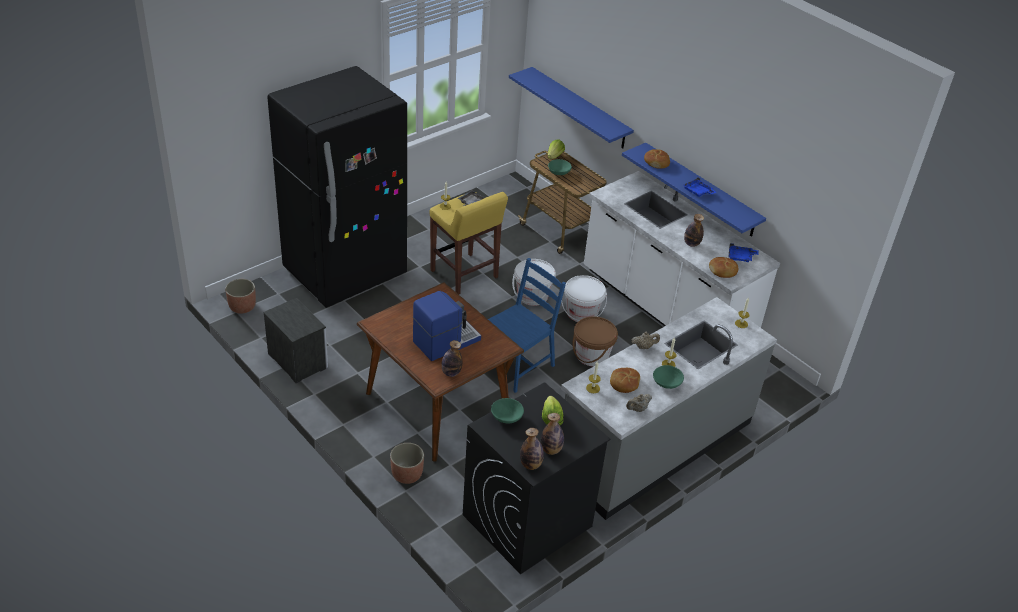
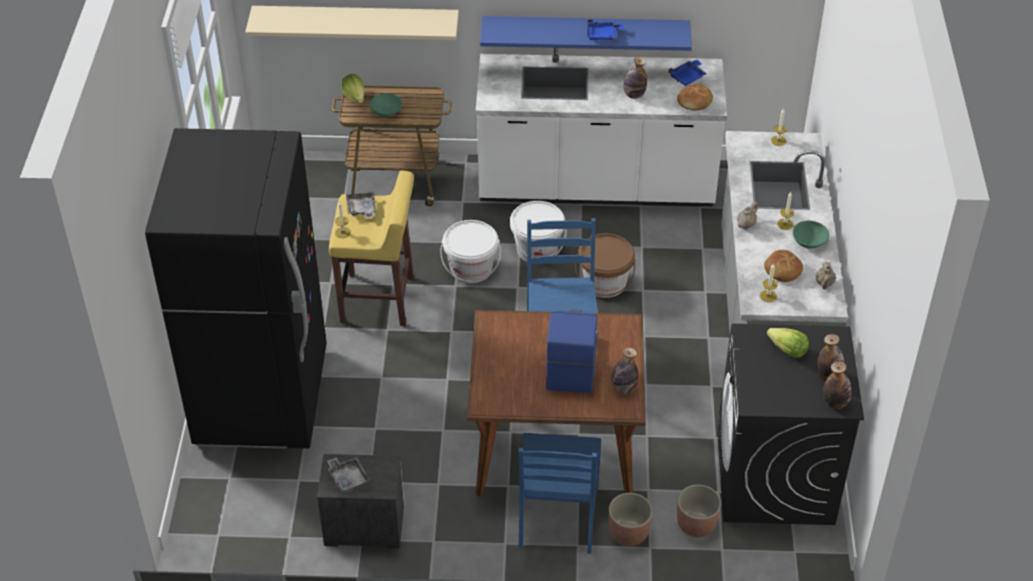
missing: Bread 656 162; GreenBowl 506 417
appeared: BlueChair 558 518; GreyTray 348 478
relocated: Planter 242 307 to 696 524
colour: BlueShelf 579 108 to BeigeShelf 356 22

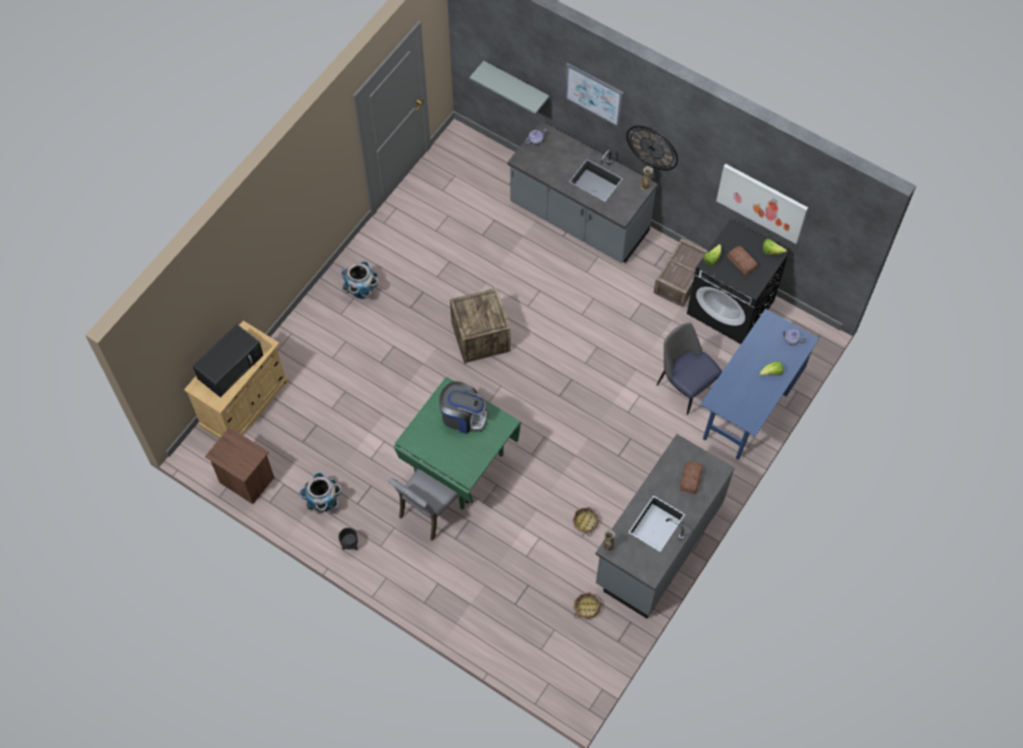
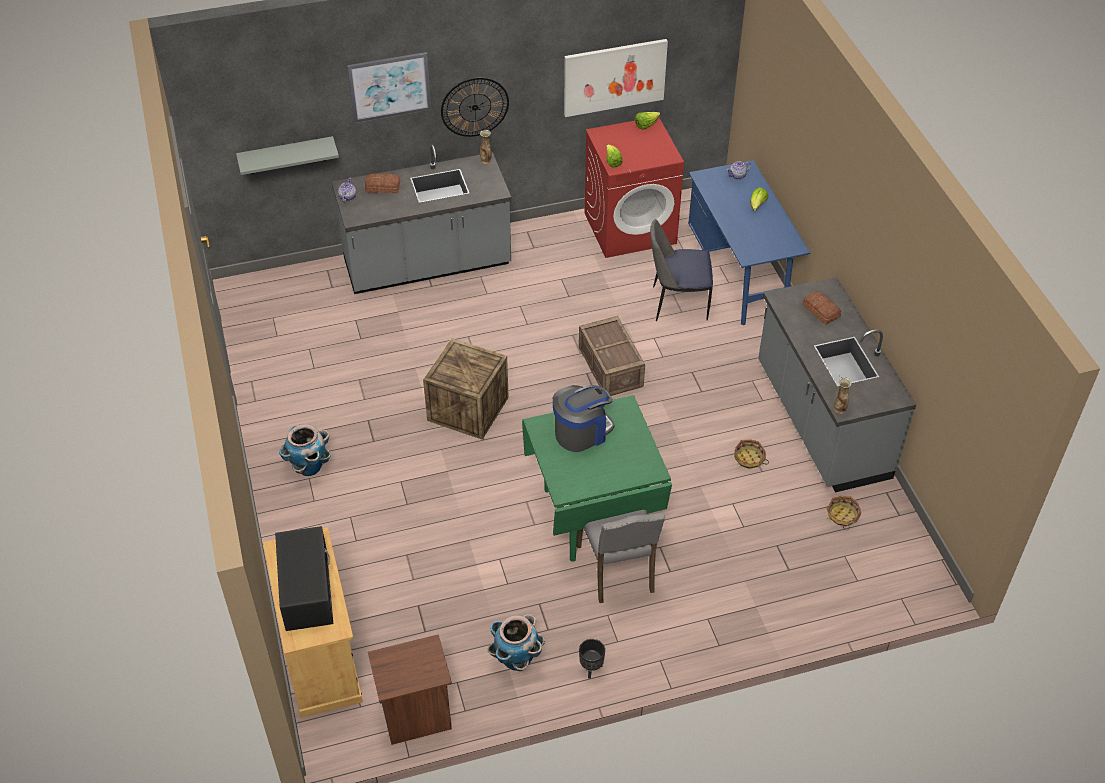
relocated: Crate 681 280 to 611 368; Bread 741 263 to 383 187
colour: BlackWashingMachine 731 307 to RedWashingMachine 630 228

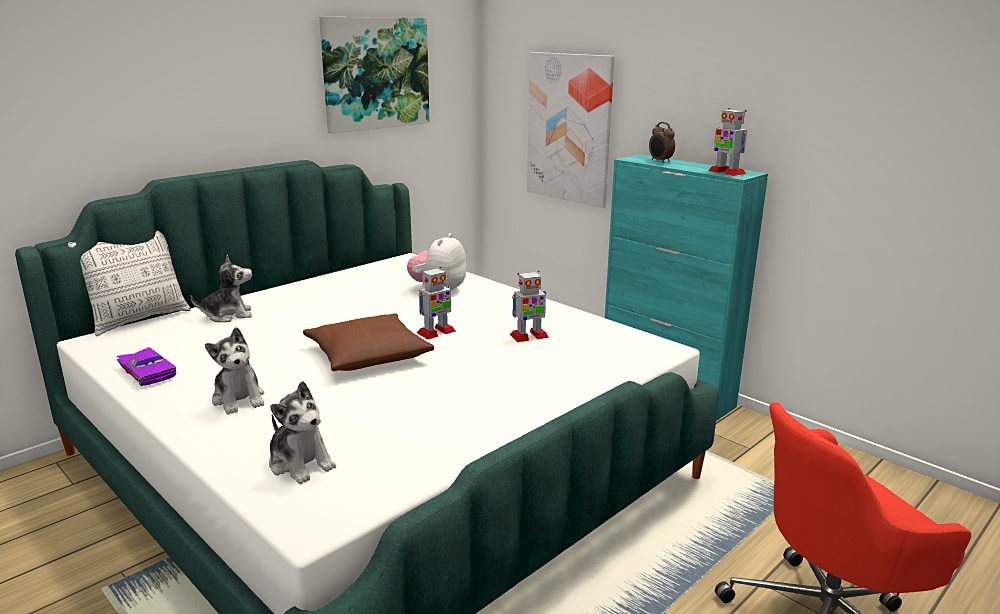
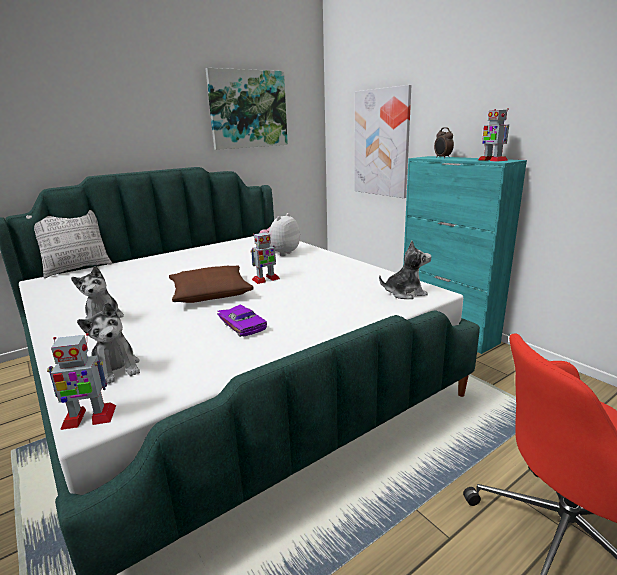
relocated: PlushToy 228 315 to 405 293; ToyRobot 528 336 to 88 417; PurpleToyCar 150 372 to 243 325

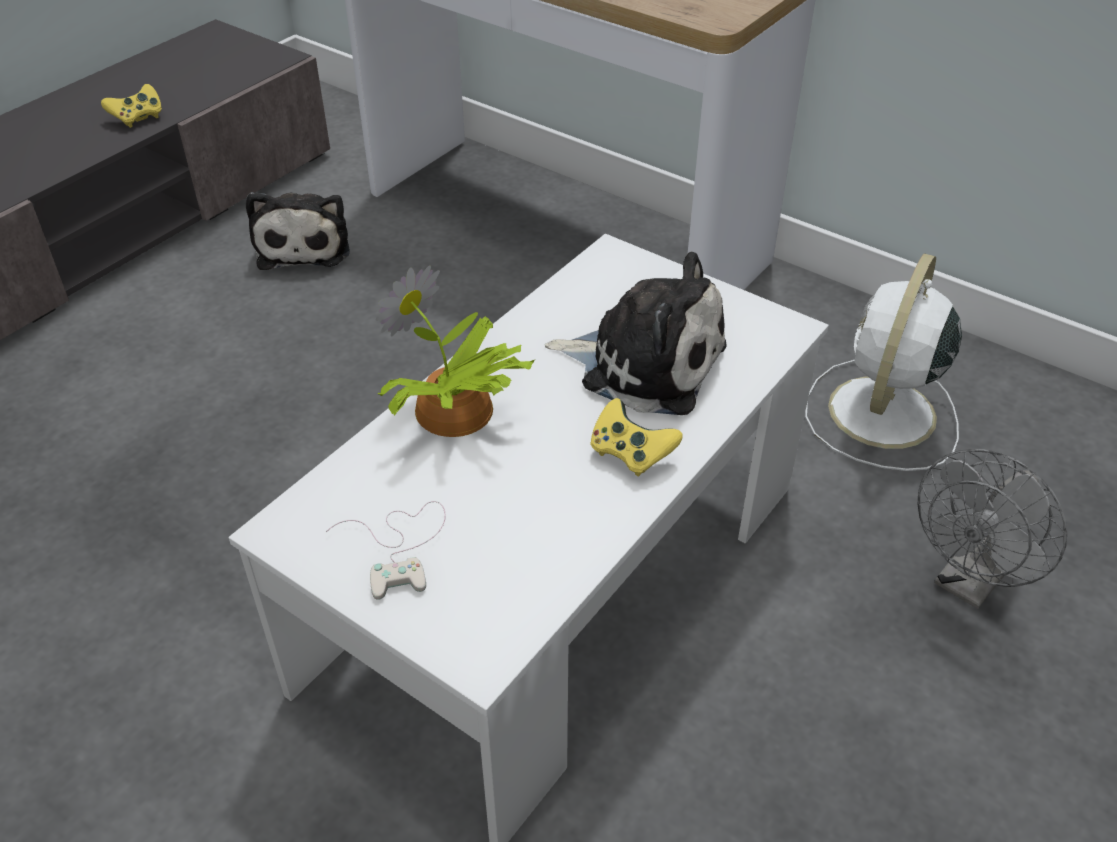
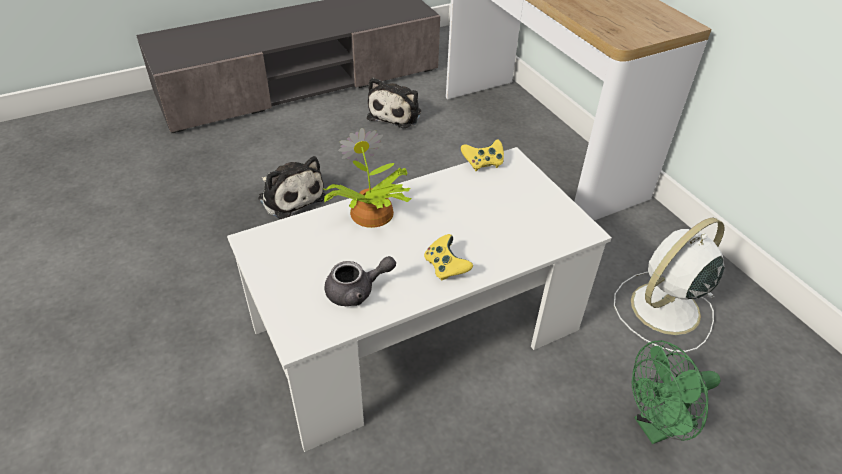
missing: WhiteGameController 400 547
appeared: GreyTeapot 357 291
relocated: YellowGameController 138 118 to 483 163; PlushToy 645 362 to 290 196
colour: GreyFan 968 583 to GreenFan 657 427

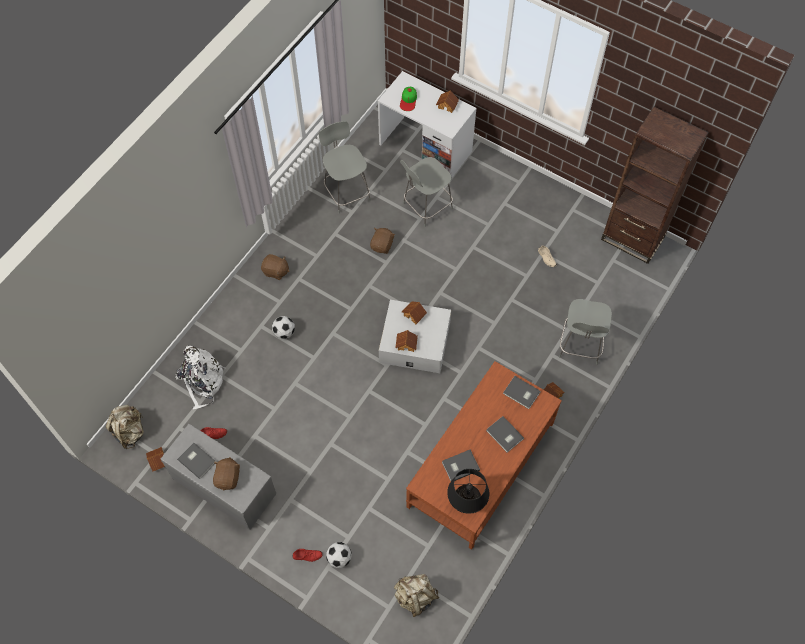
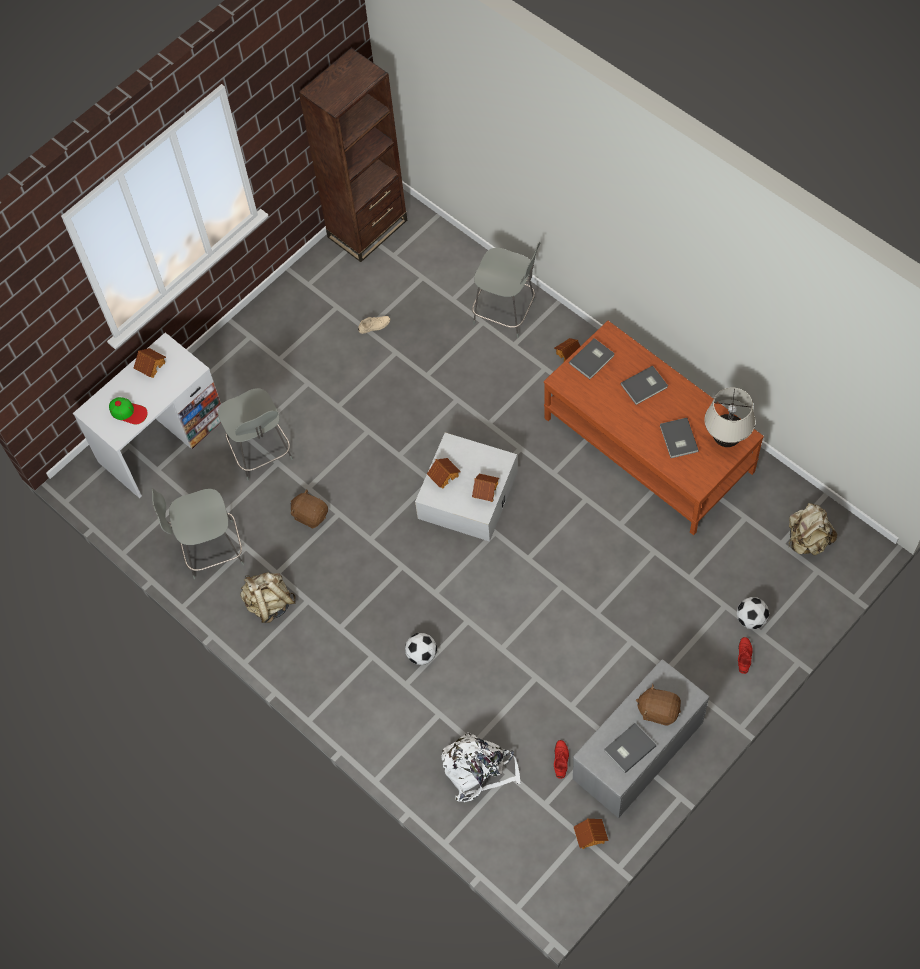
missing: BrownPlushToy 275 271
relocated: BeigeBackpack 130 431 to 269 603
colour: BlackTableLamp 466 502 to BeigeTableLamp 725 439

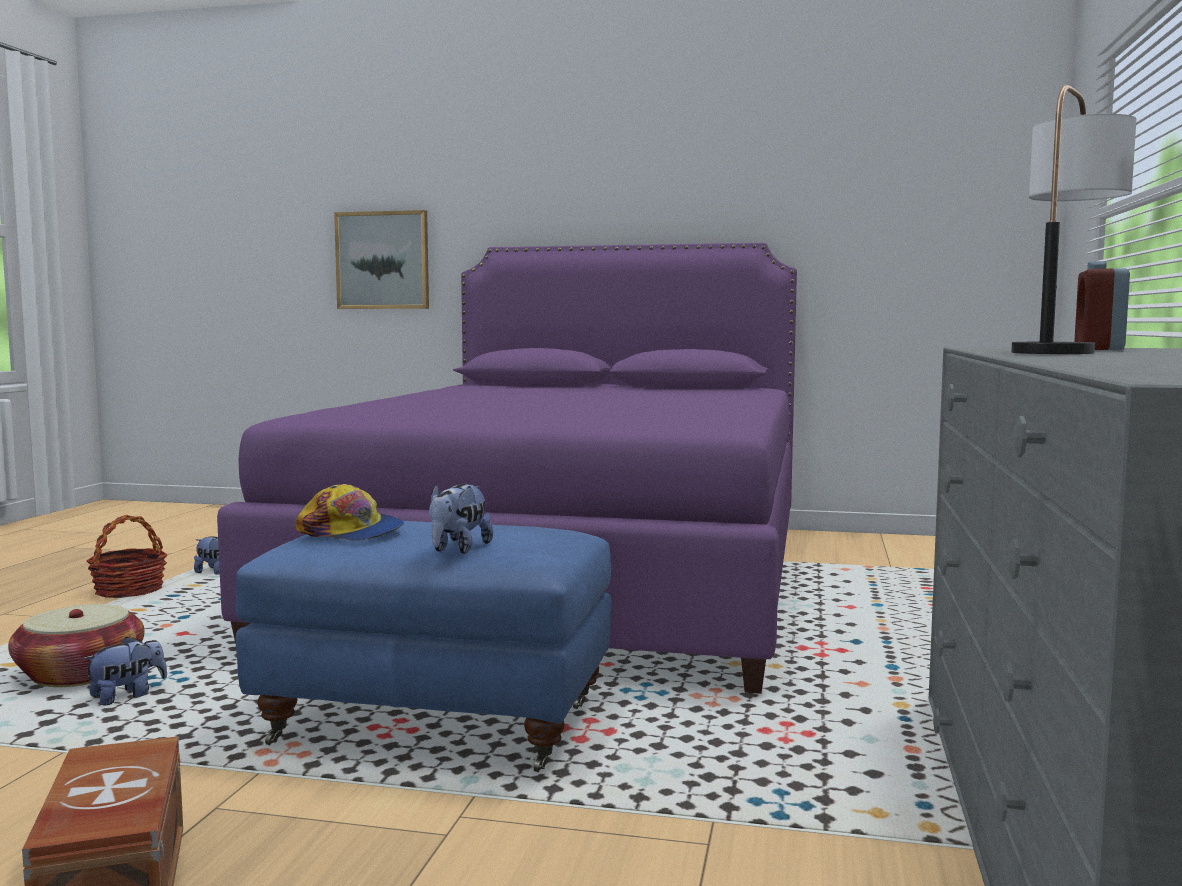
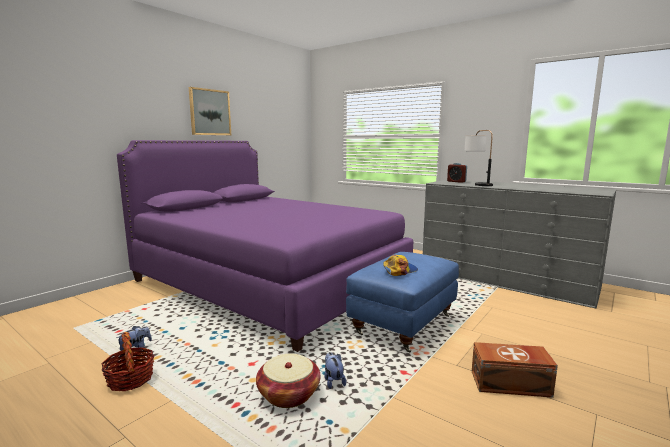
missing: PlushToy 458 549
relocated: Picture 383 260 to 210 112

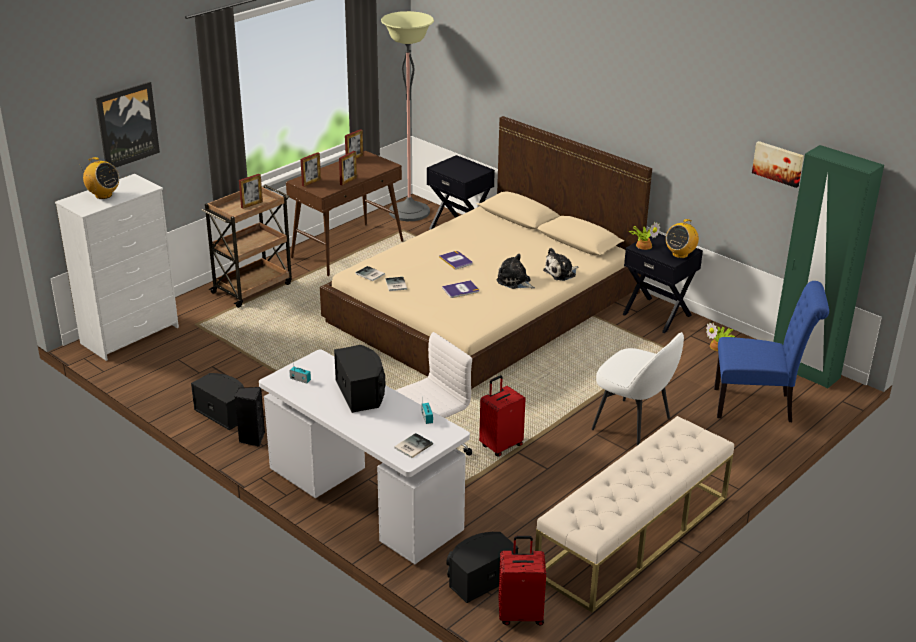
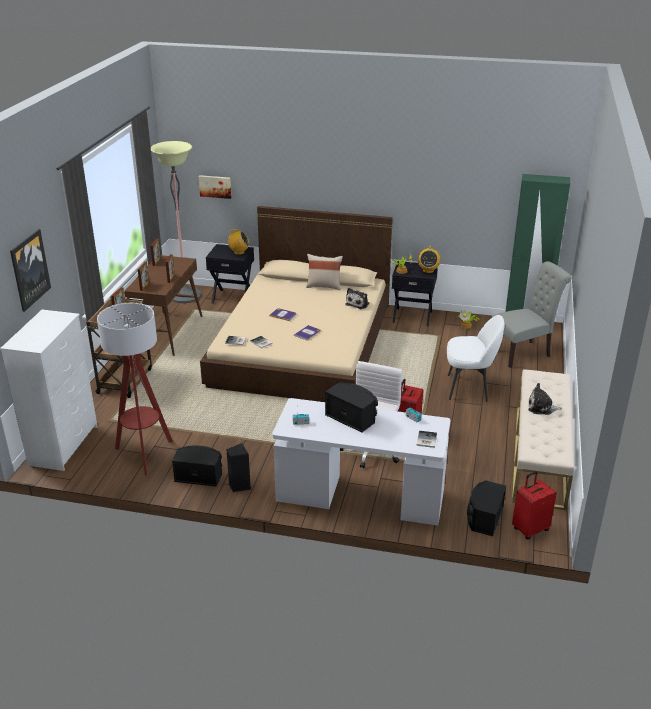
appeared: BeigePillow 324 286; FloorLamp 144 454
relocated: Picture 778 163 to 215 186; Radio 103 195 to 239 252; PlushToy 515 281 to 541 407
colour: BlueChair 758 406 to GreyChair 523 353

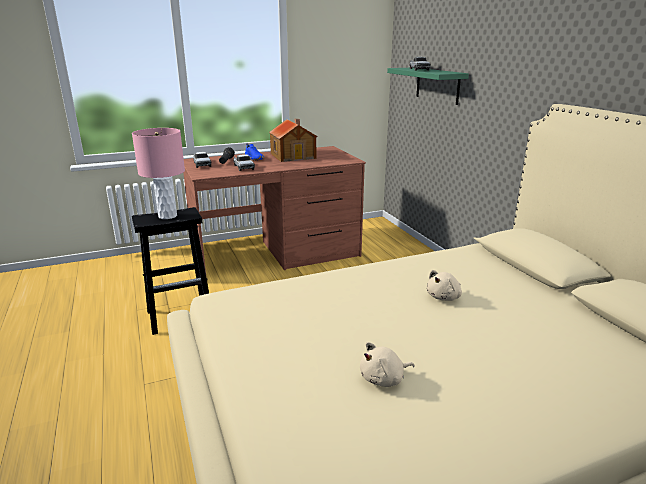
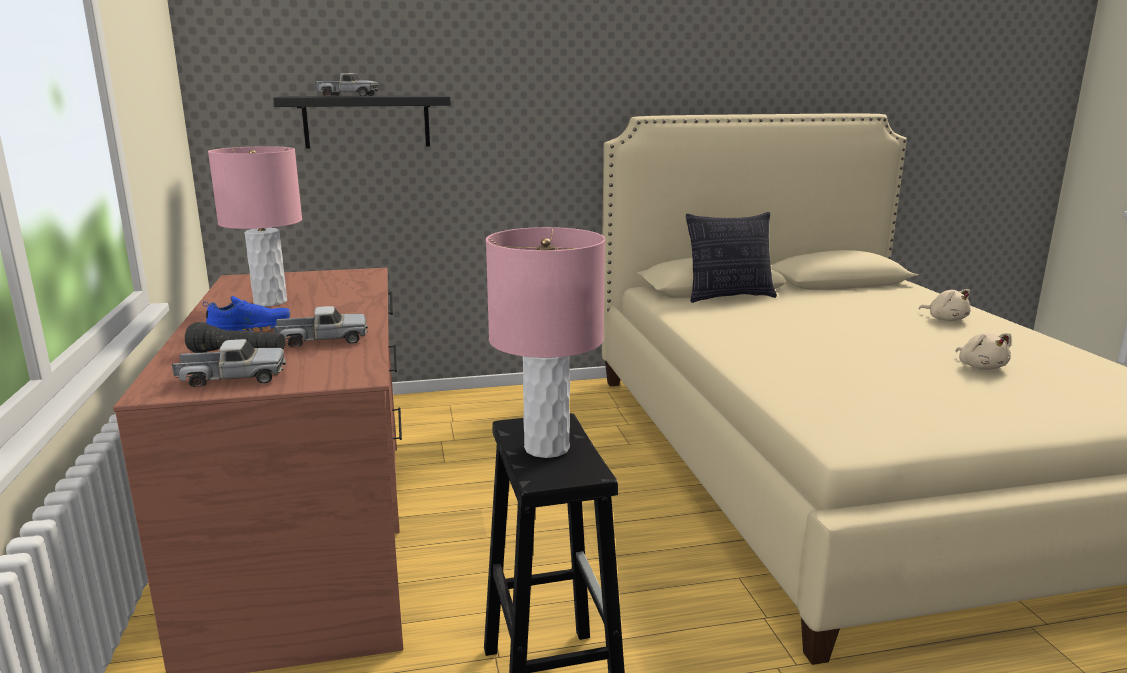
appeared: Pillow 729 297
relocated: BeigePlushToy 444 297 to 945 319
exchanged: ToyHouse 293 156 to PinkTableLamp 270 302
colour: GreenShelf 437 85 to BlackShelf 366 121

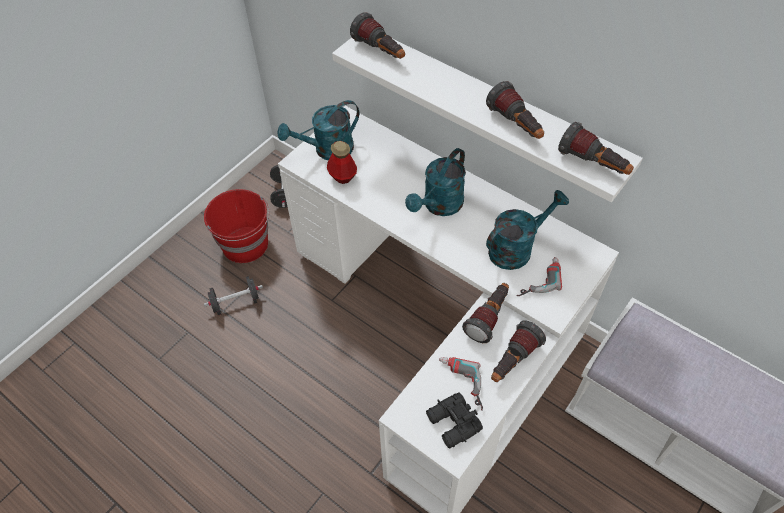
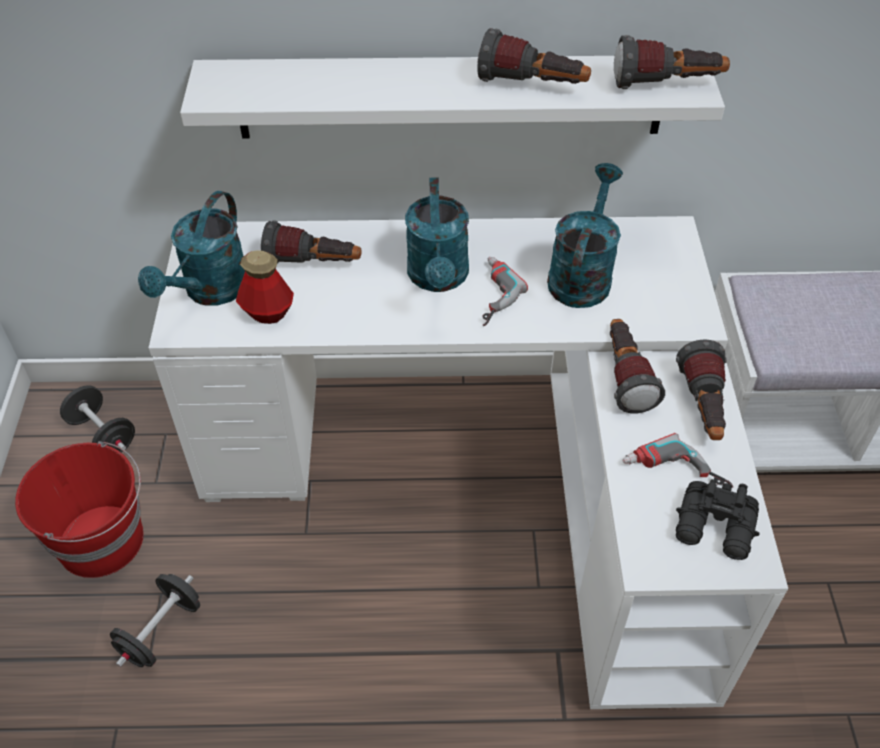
relocated: Flashlight 380 52 to 313 264; PowerDrill 537 278 to 488 294

